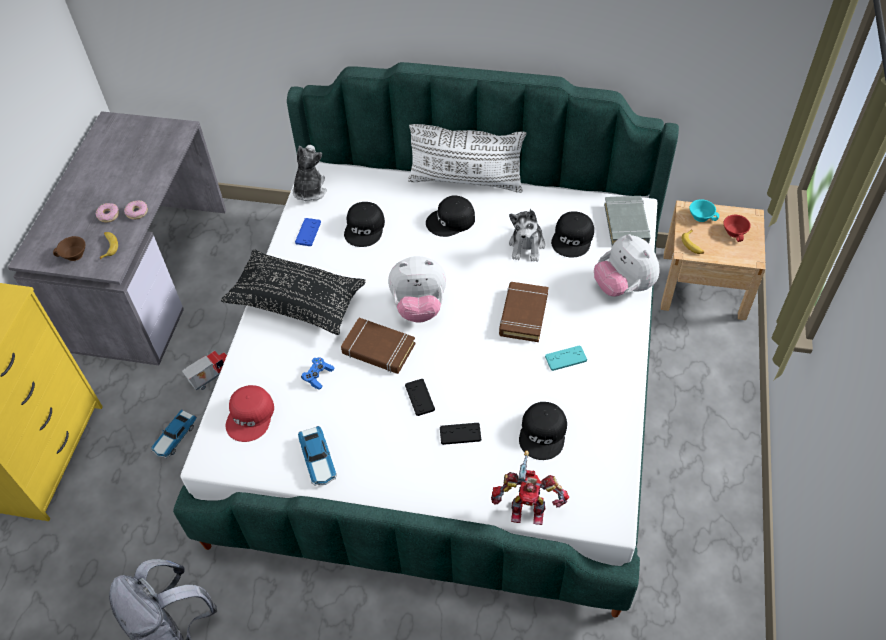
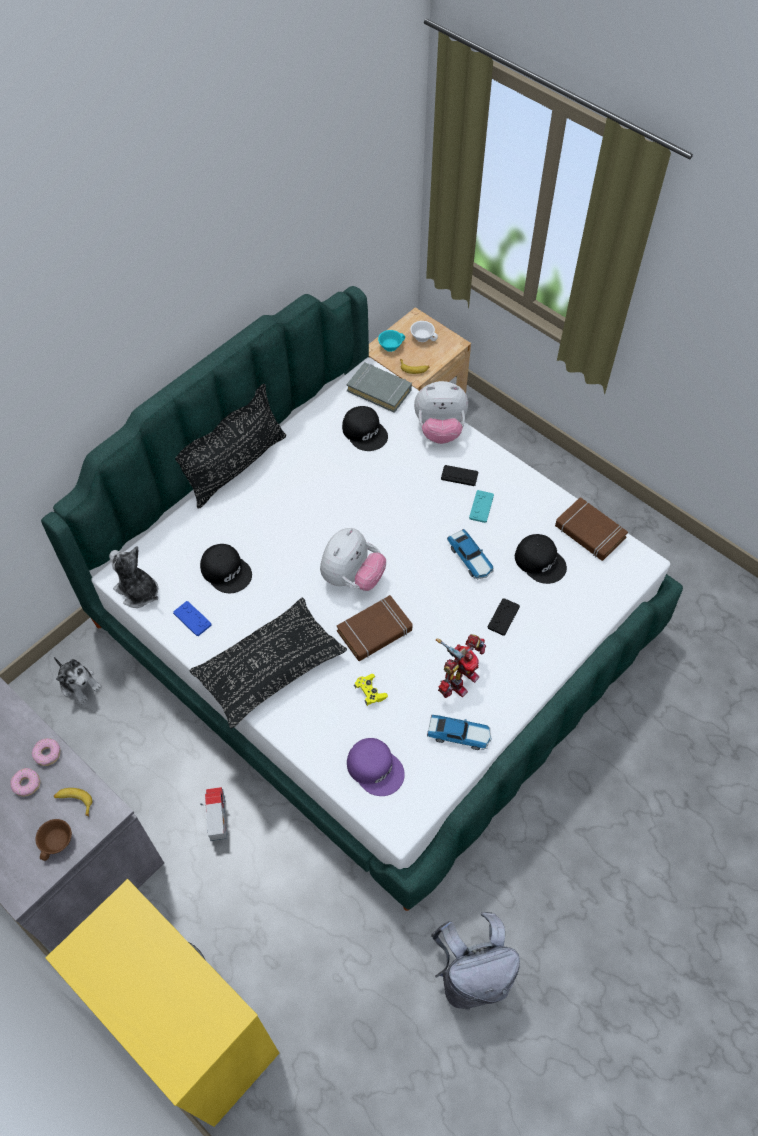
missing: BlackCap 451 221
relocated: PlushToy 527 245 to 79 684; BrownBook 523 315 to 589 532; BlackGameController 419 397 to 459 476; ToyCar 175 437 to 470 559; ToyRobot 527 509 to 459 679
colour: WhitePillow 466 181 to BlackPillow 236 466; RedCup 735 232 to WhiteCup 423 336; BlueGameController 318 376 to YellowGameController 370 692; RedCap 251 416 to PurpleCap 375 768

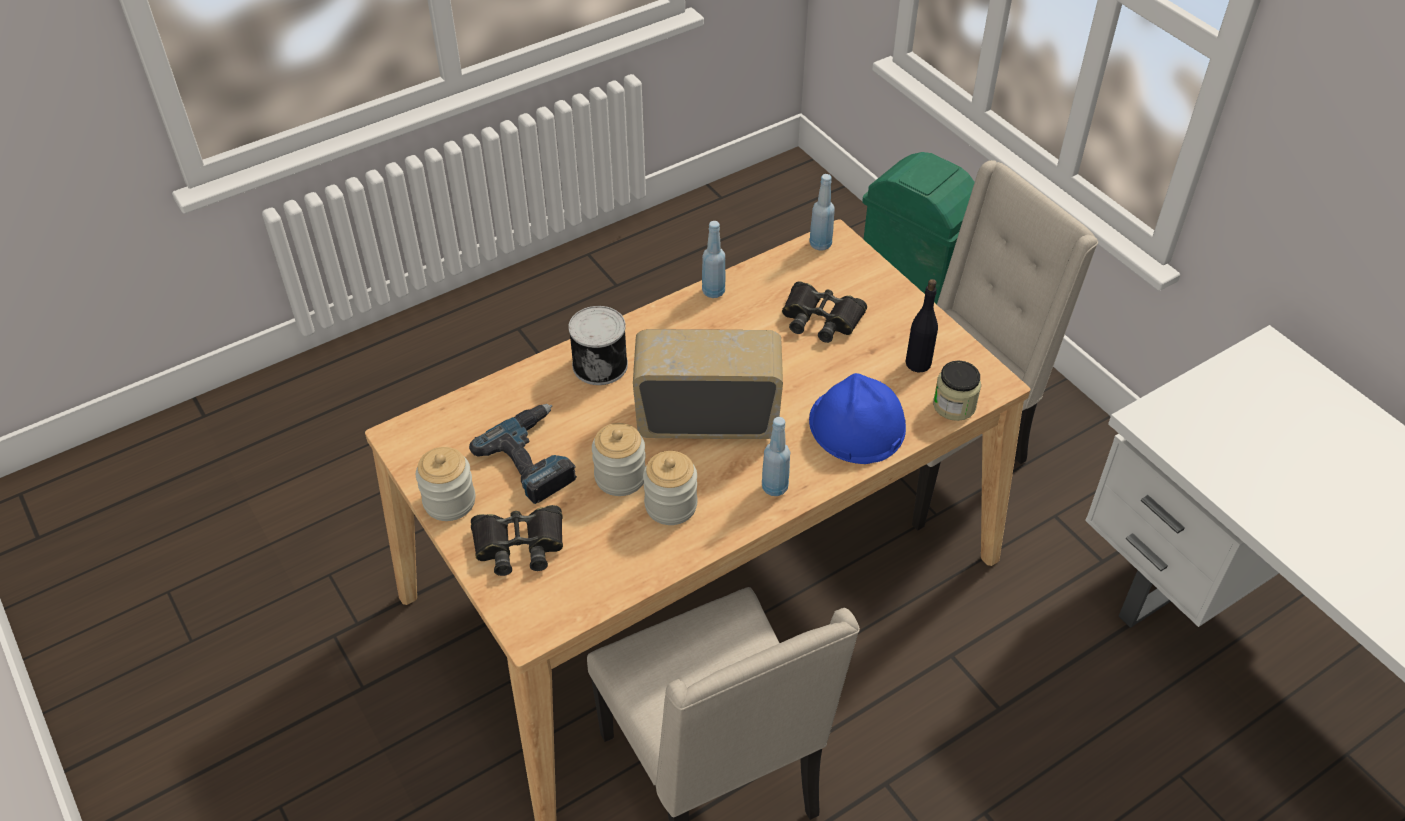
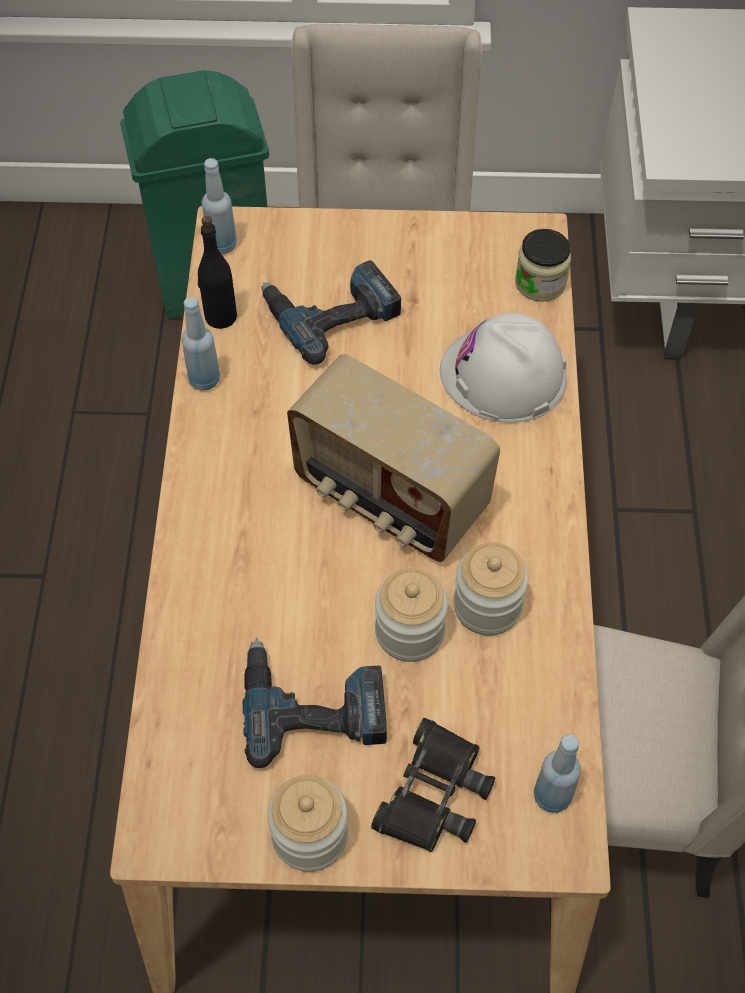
missing: Can 600 364
relocated: BlackBottle 918 363 to 220 316; BlueBottle 775 487 to 552 796
exchanged: BlackBinoculars 821 318 to PowerDrill 331 312
colour: BlueHardHat 856 425 to WhiteHardHat 503 375
spun: Radio 708 418 = 389 498 90 degrees counterclockwise

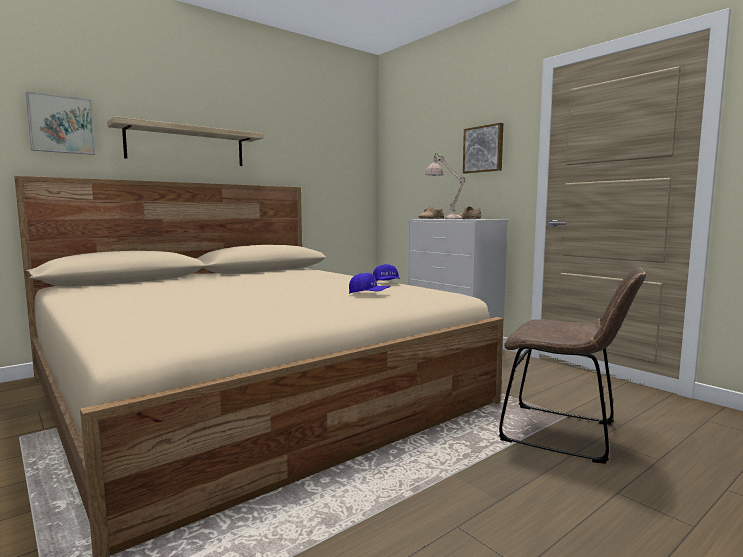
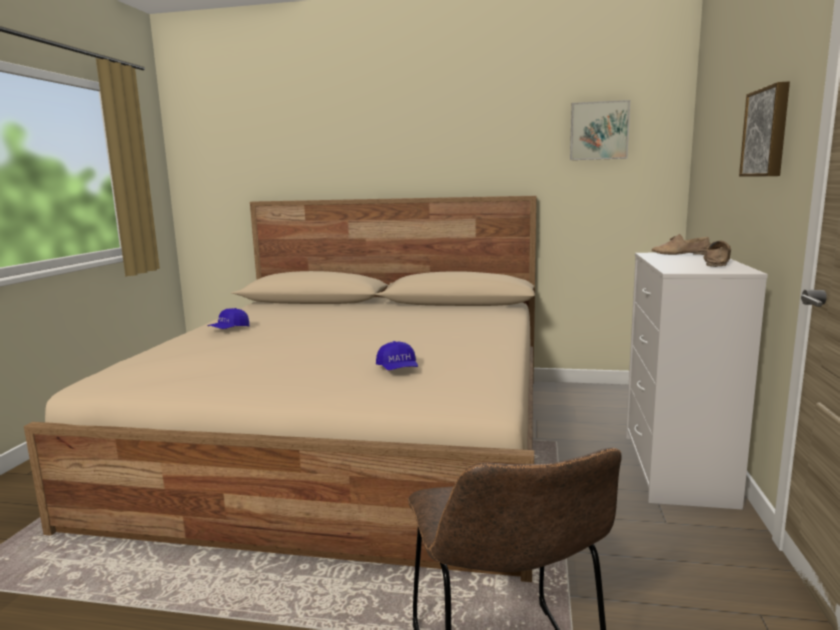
missing: Shelf 186 146; BeigeTableLamp 444 219
relocated: Picture 61 125 to 599 131; BlueCap 386 282 to 229 329

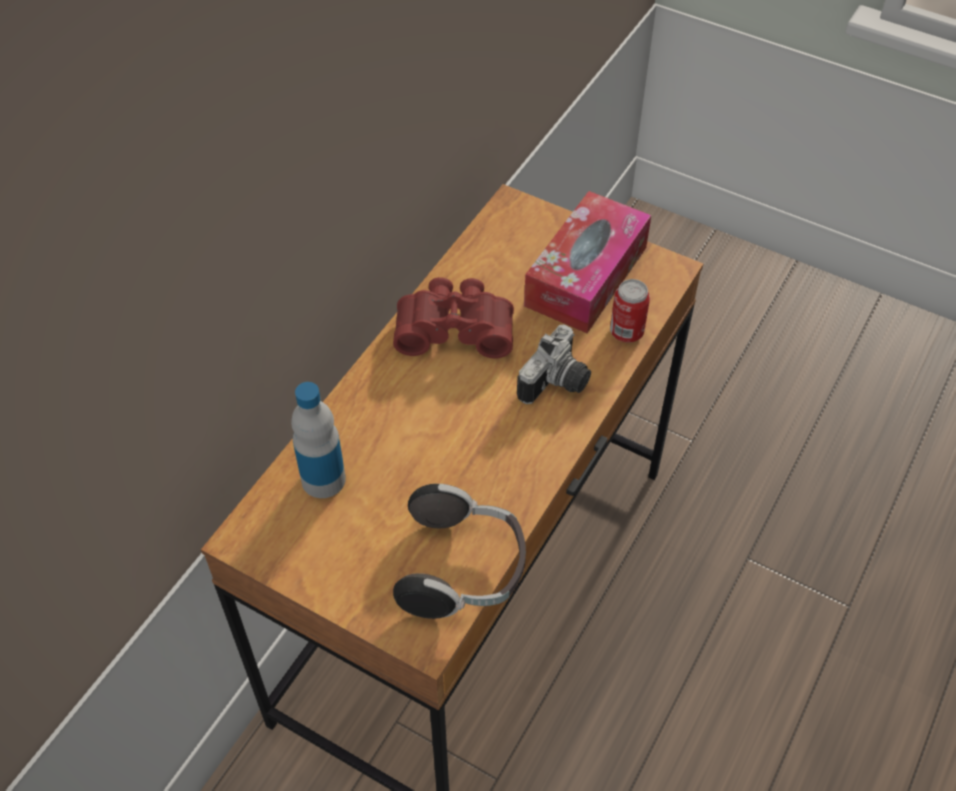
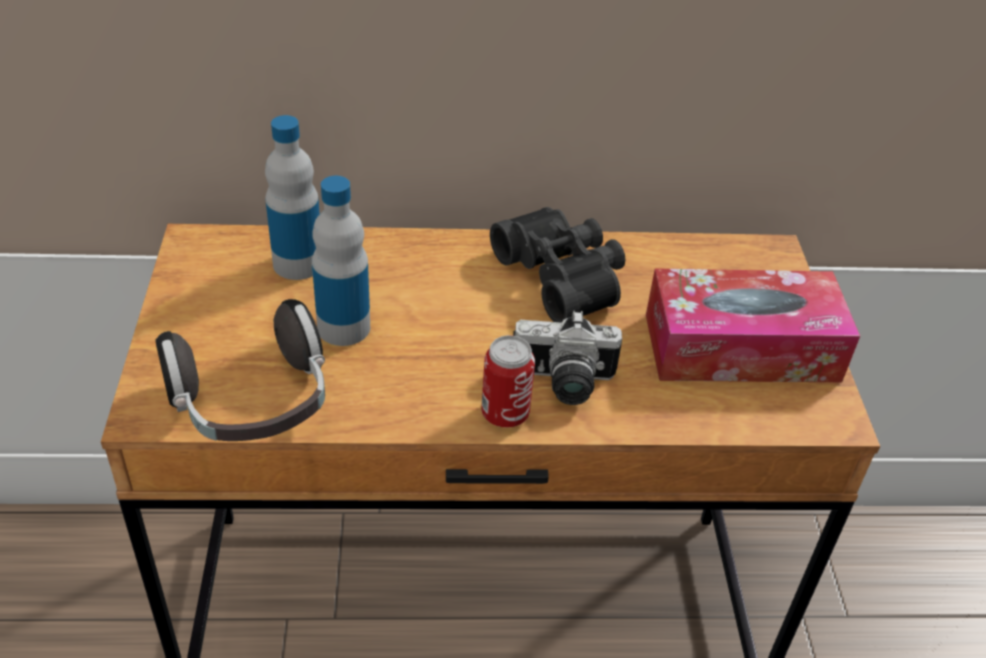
appeared: Bottle 343 327
relocated: Can 626 332 to 505 414
colour: RedBinoculars 455 328 to BlackBinoculars 564 276

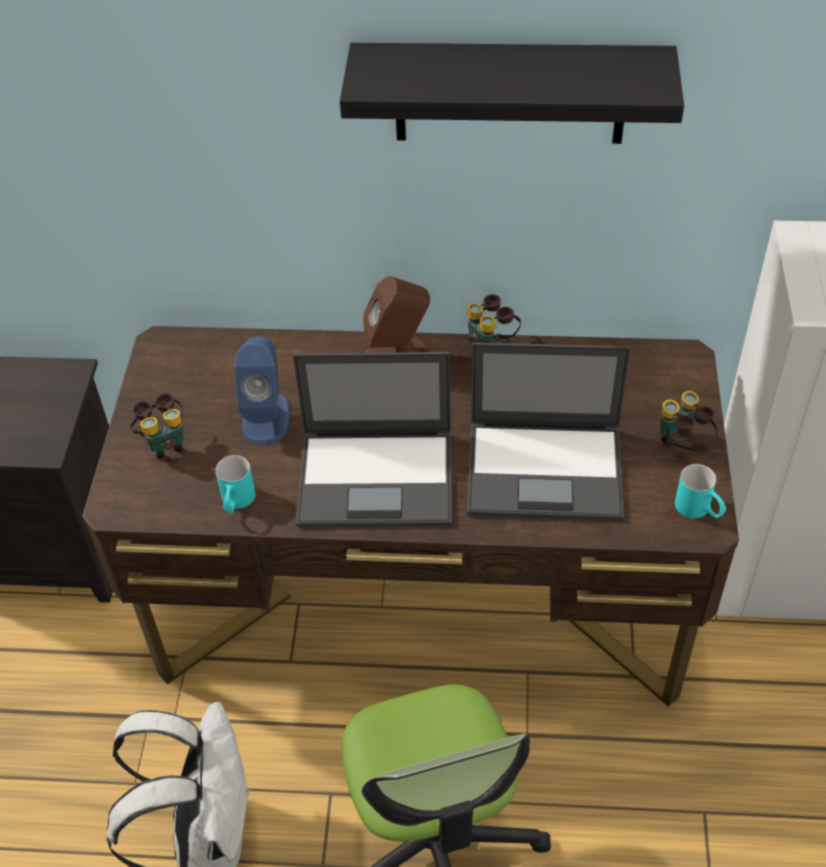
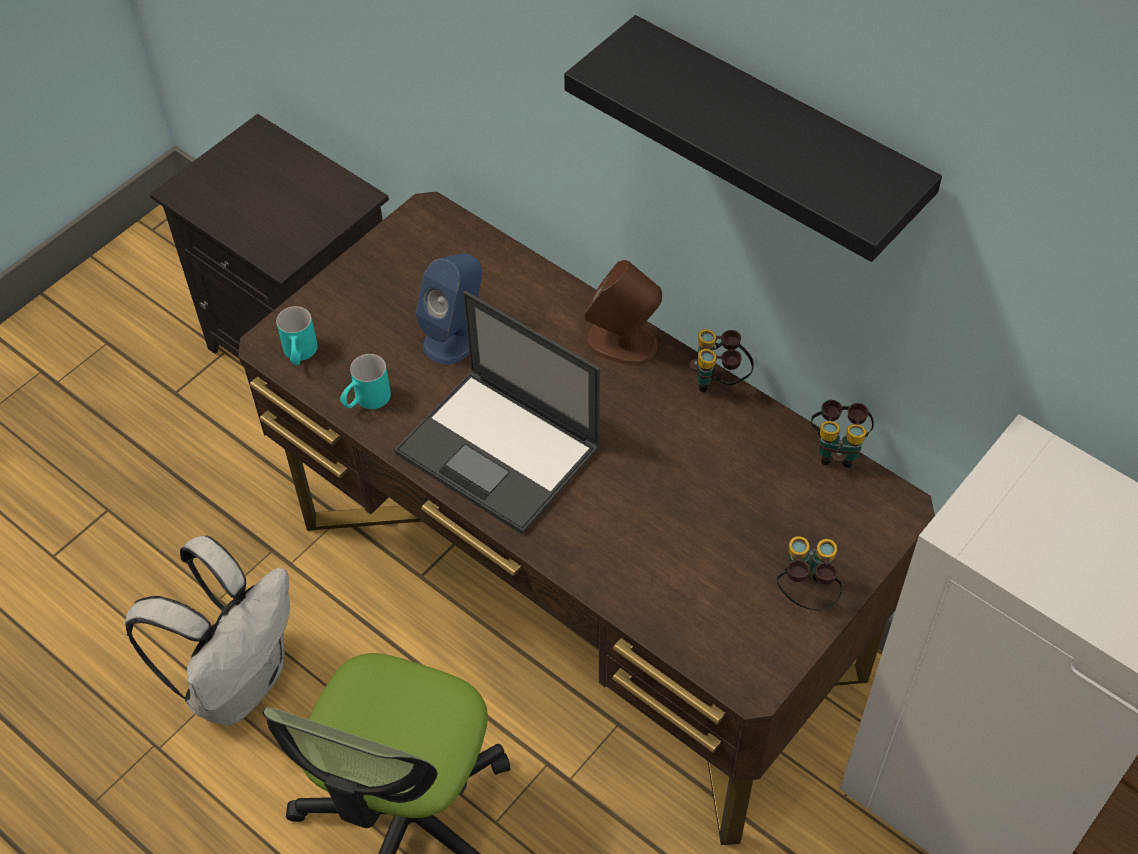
missing: Laptop 547 470
relocated: Binoculars 165 443 to 837 449; TurquoiseMug 699 511 to 300 355

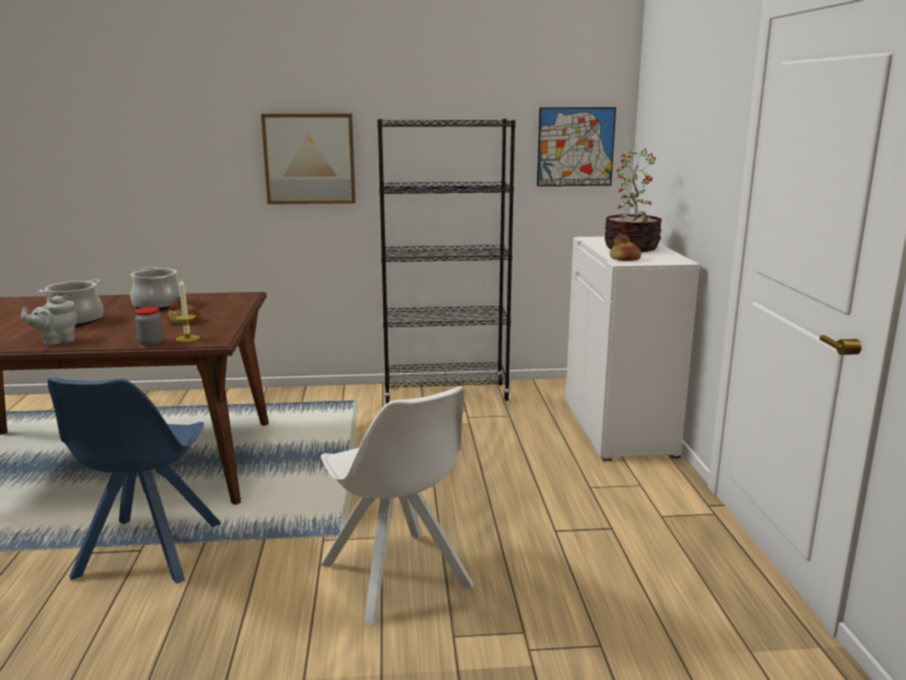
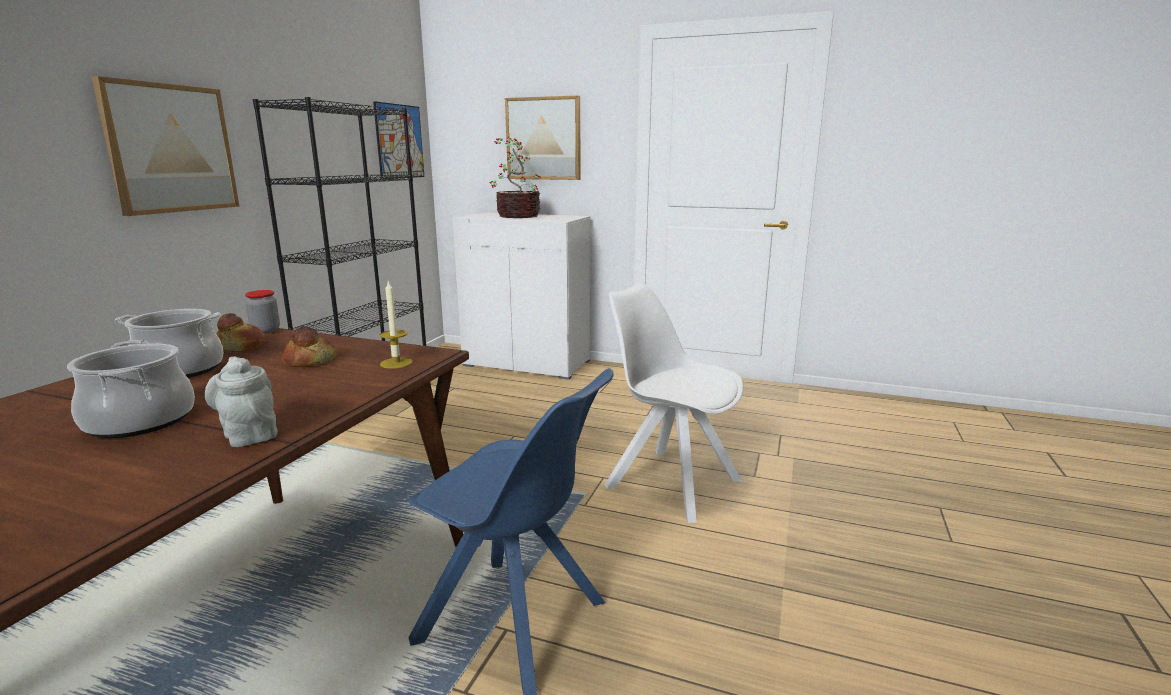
appeared: Picture 543 139
relocated: Bread 625 258 to 241 346; Jar 151 343 to 265 331
spun: GreyTeapot 56 341 = 249 434 150 degrees clockwise; WhiteChair 397 578 = 670 482 135 degrees counterclockwise

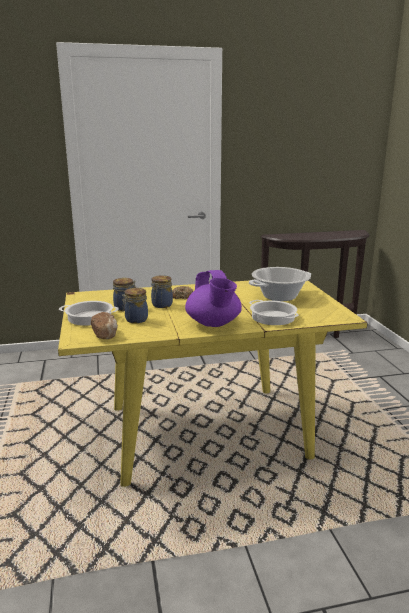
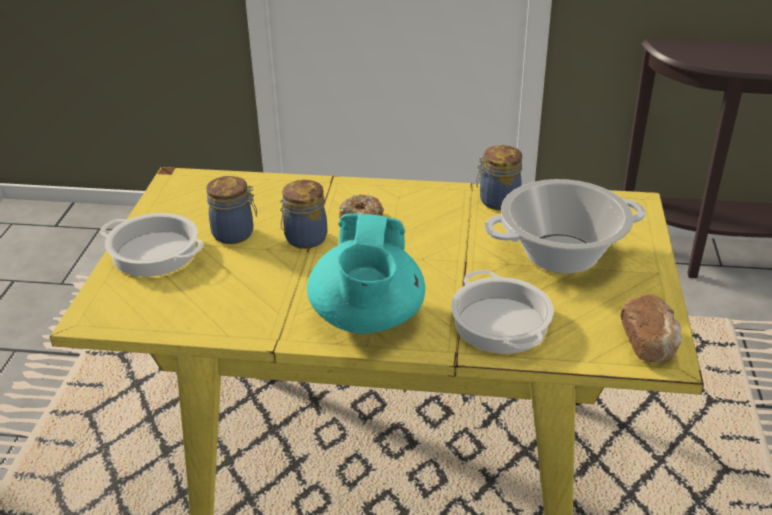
relocated: Jar 135 320 to 497 201; Bread 105 334 to 649 342
colour: PurpleTeapot 213 323 to TurquoiseTeapot 367 319

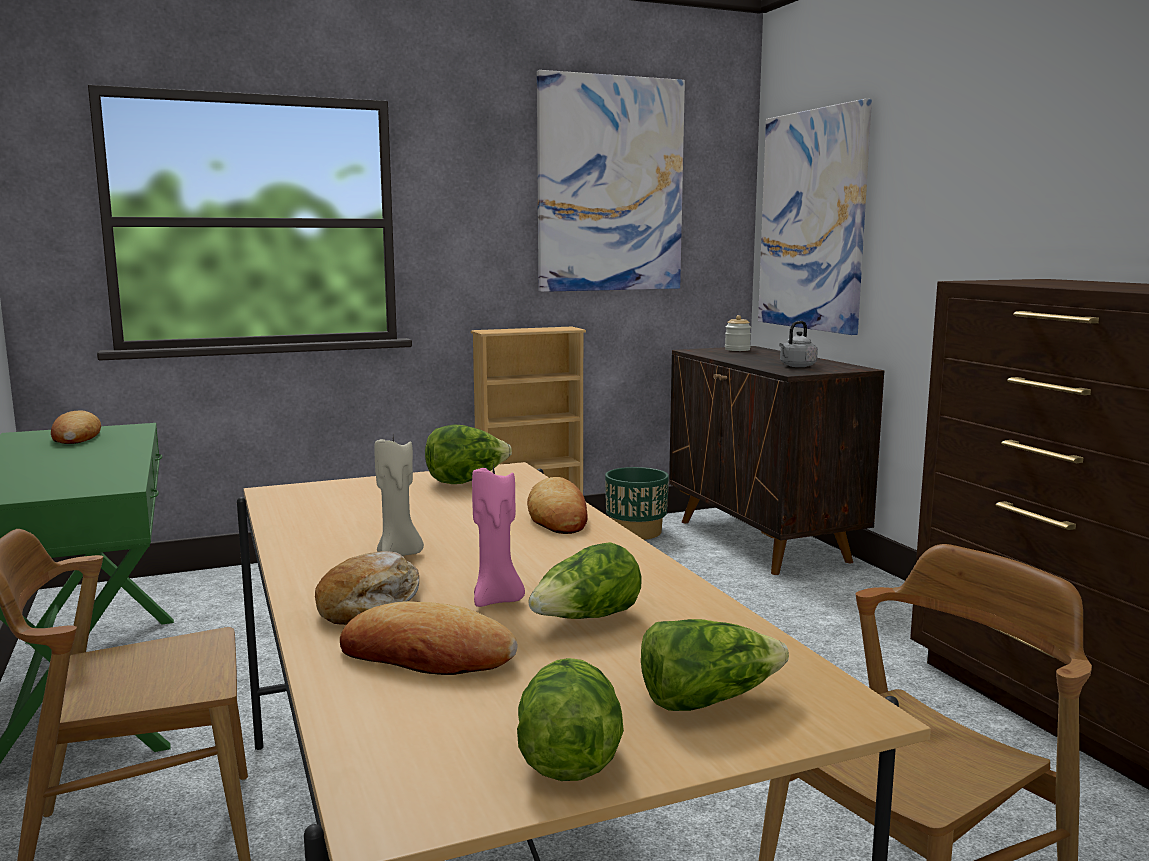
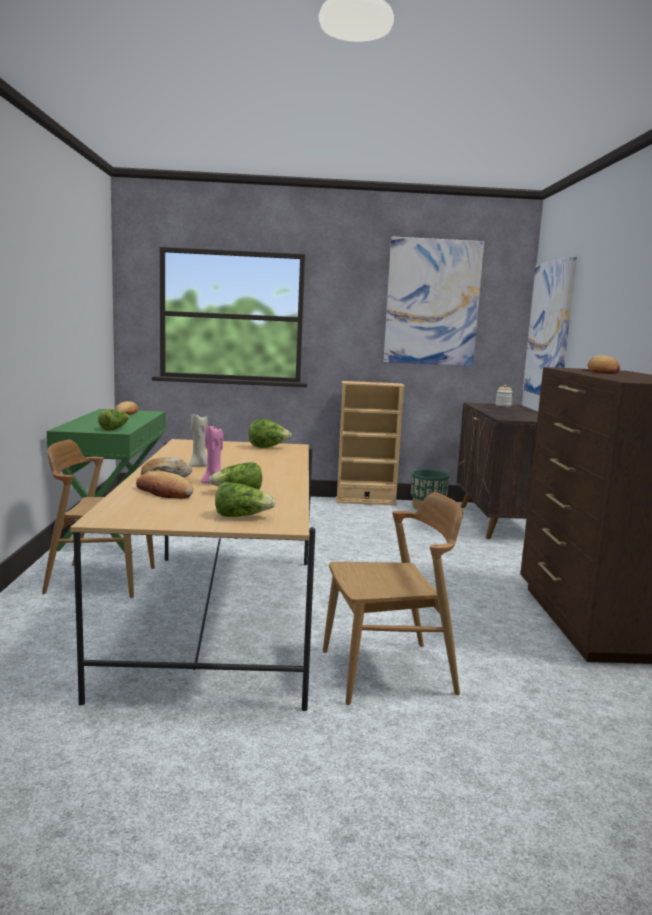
missing: GreyKettle 796 366
relocated: Bread 558 515 to 603 371; Lettuce 567 752 to 114 429

